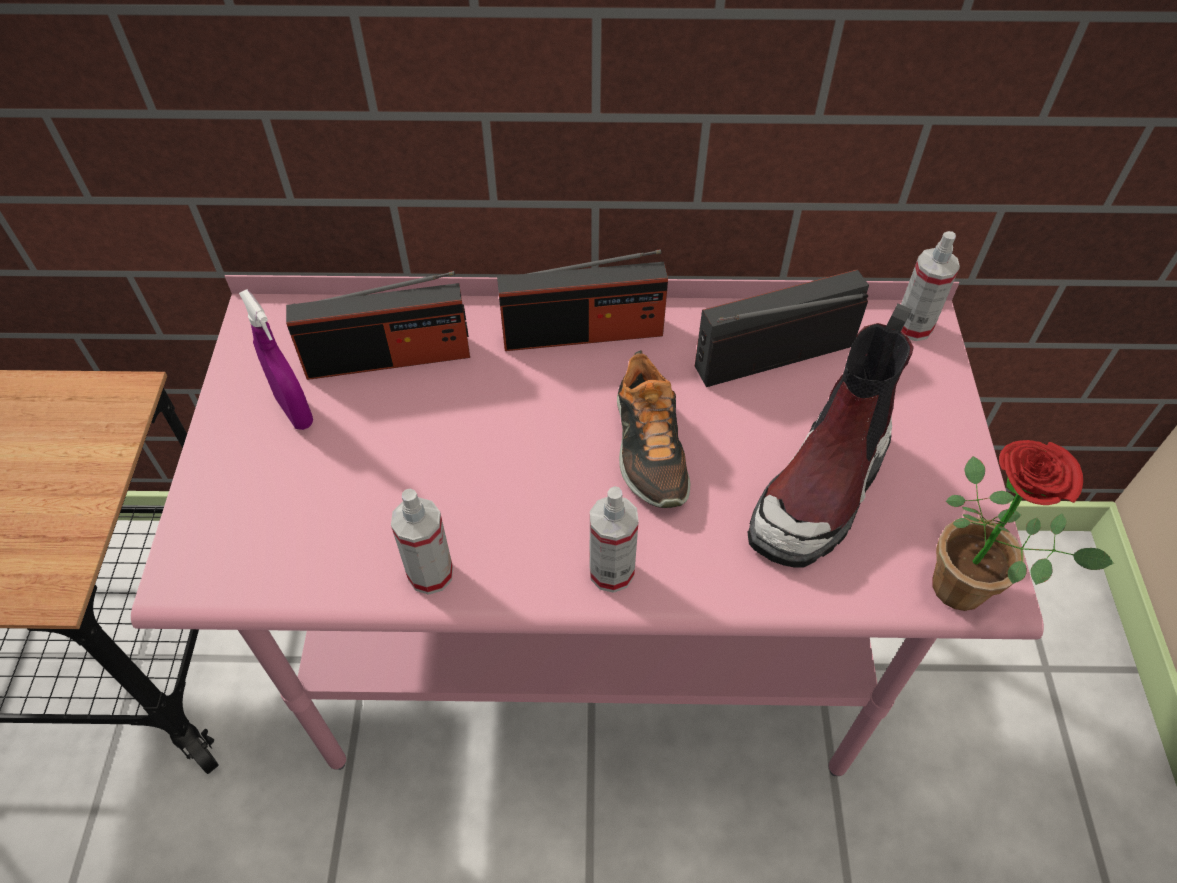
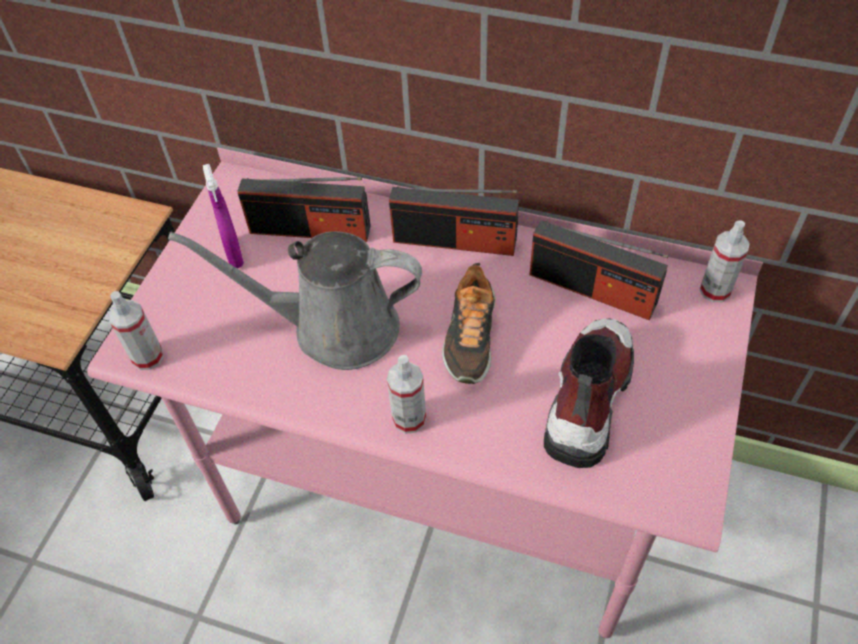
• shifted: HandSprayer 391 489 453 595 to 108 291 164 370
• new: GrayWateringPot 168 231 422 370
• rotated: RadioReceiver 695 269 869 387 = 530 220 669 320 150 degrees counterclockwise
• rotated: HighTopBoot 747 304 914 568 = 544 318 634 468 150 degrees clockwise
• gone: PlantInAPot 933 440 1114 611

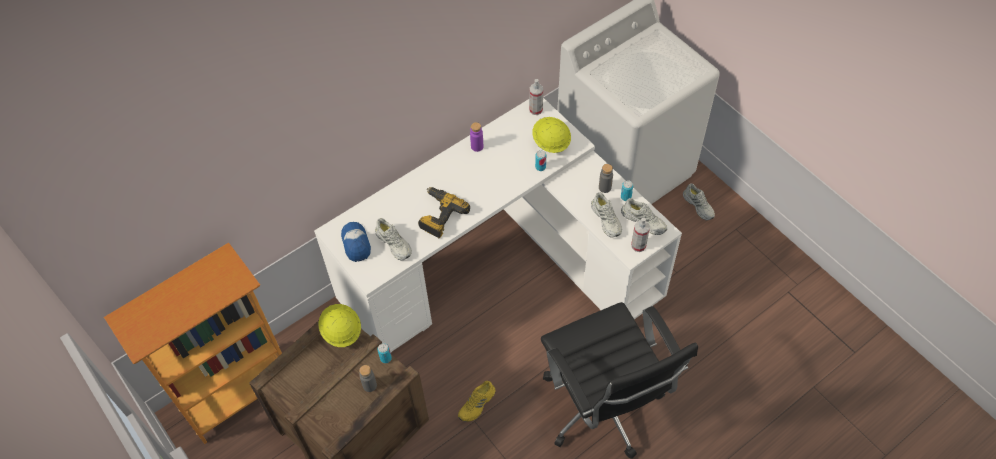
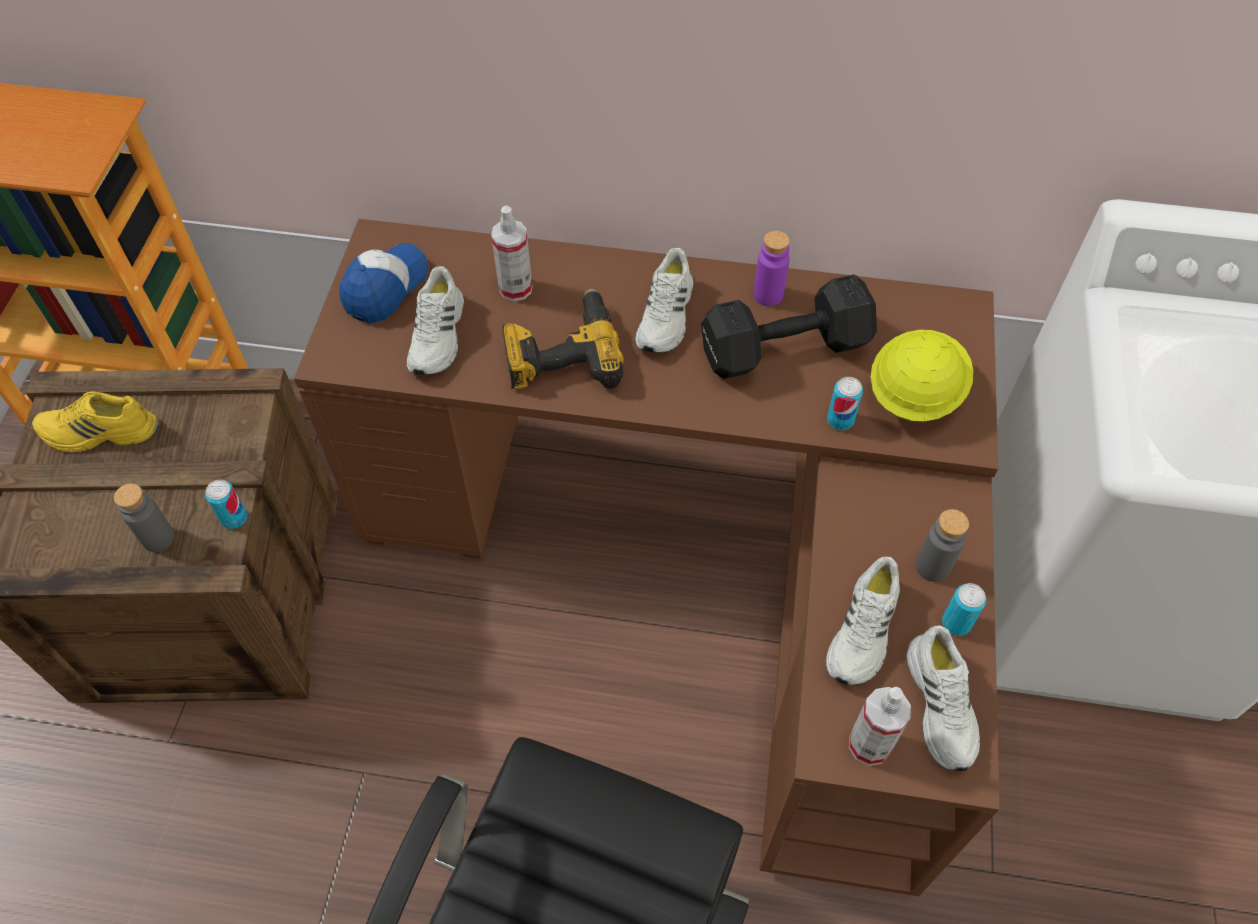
• shifted: YellowishShoe 458 381 495 422 to 32 391 159 453
• repainted: WhiteDesk 314 98 682 352 to BrownishDesk 294 219 1000 896
• shifted: HandSprayer 529 79 543 115 to 491 206 532 301
• shifted: WhiteShoe 683 183 715 220 to 635 248 693 353
• new: BlackColouredDumbbell 701 274 877 379
• gone: YellowishSafetyHelmet 318 304 361 347

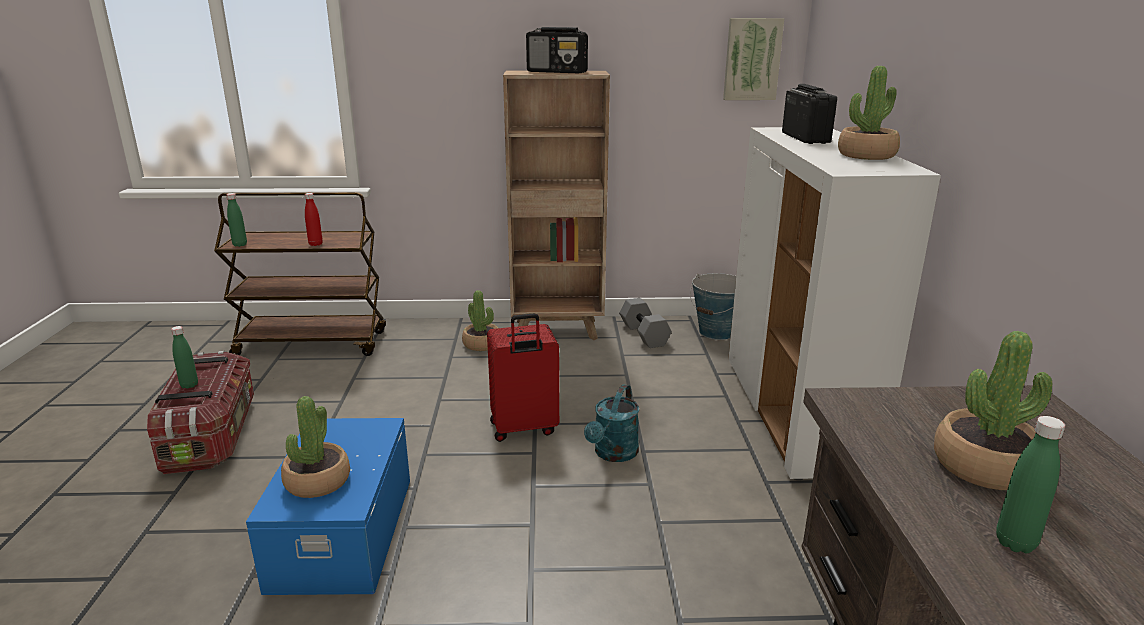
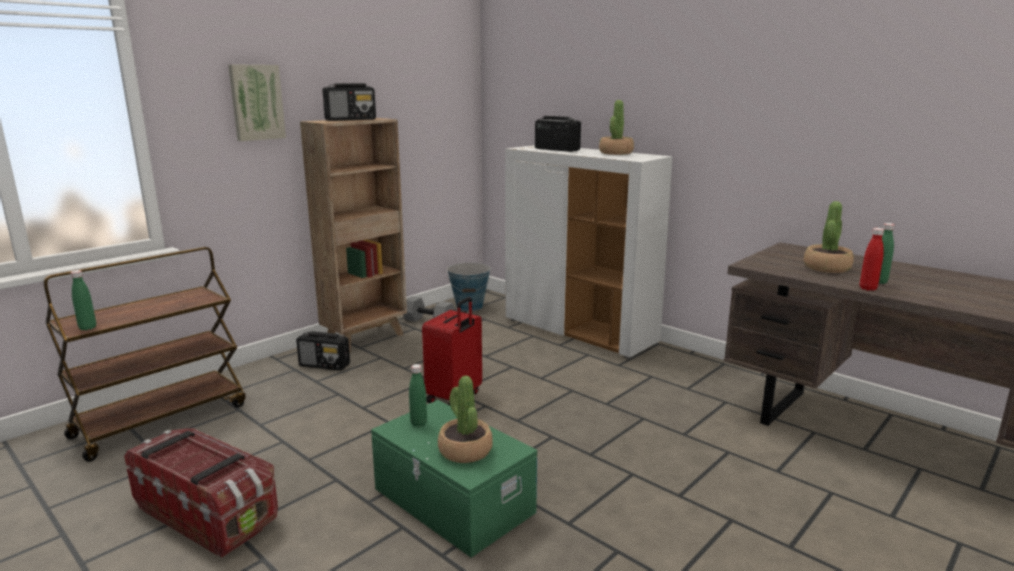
• shifted: Picture 723 18 785 100 to 228 64 286 141
• swapped: PlantInAPot 462 290 498 351 to RadioReceiver 296 331 350 371
• repainted: BlueColouredStorageBox 246 418 410 595 to GreenColouredStorageBox 371 400 537 558
• shifted: GreenColouredBeverageBottle 171 326 198 389 to 409 364 427 427
• shifted: RedBeverageBottle 305 193 323 246 to 860 228 884 291
• gone: BlueGreenWateringPot 584 384 639 462

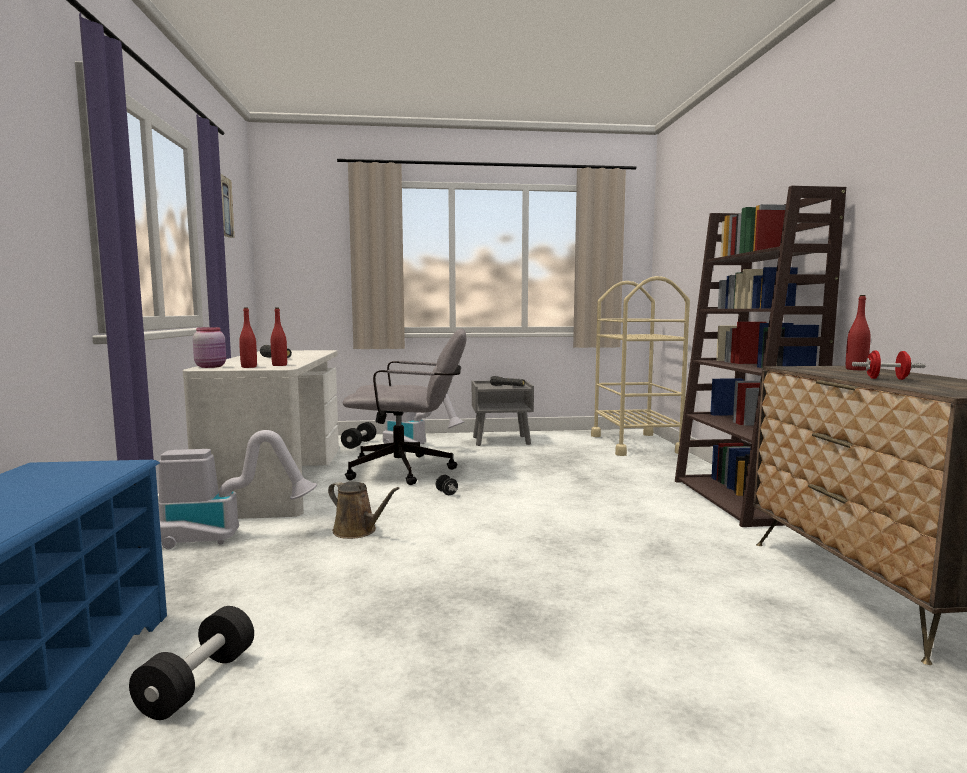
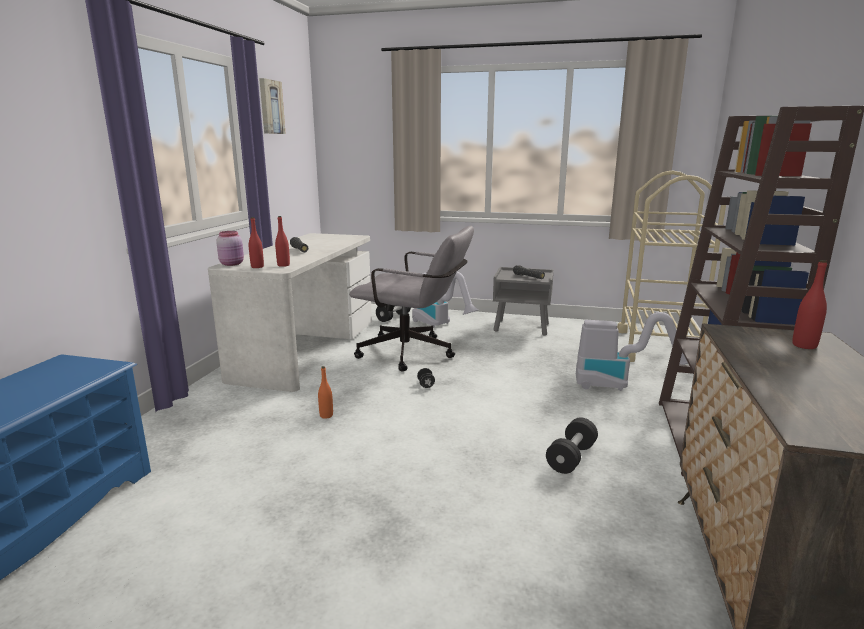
• swapped: BrownishWateringPot 328 481 400 539 to OrangeyBeverageBottle 318 366 333 419
• shifted: BlackColouredDumbbell 129 606 254 720 to 546 418 598 474
• shifted: Hoover 159 430 317 549 to 576 312 688 391
• gone: RedDumbbell 852 350 925 380

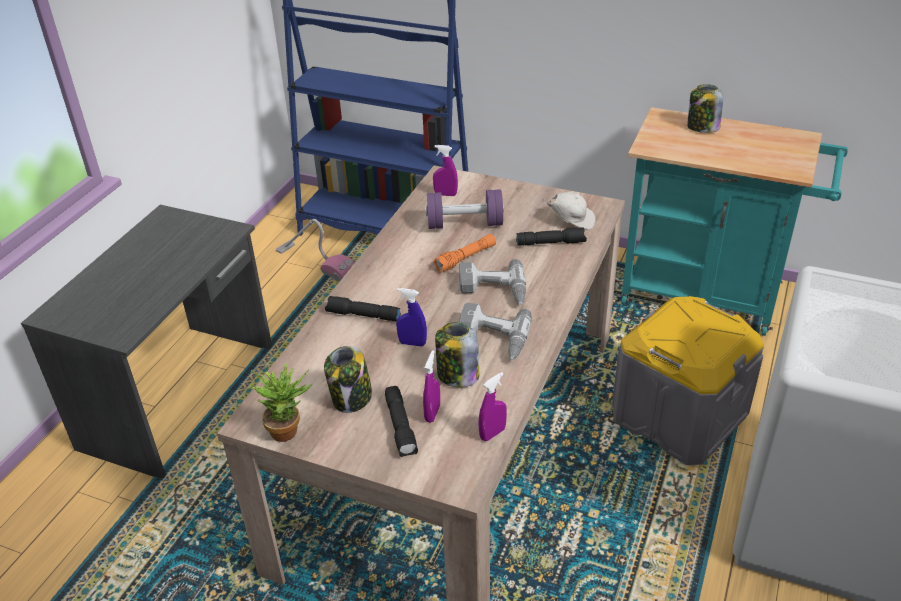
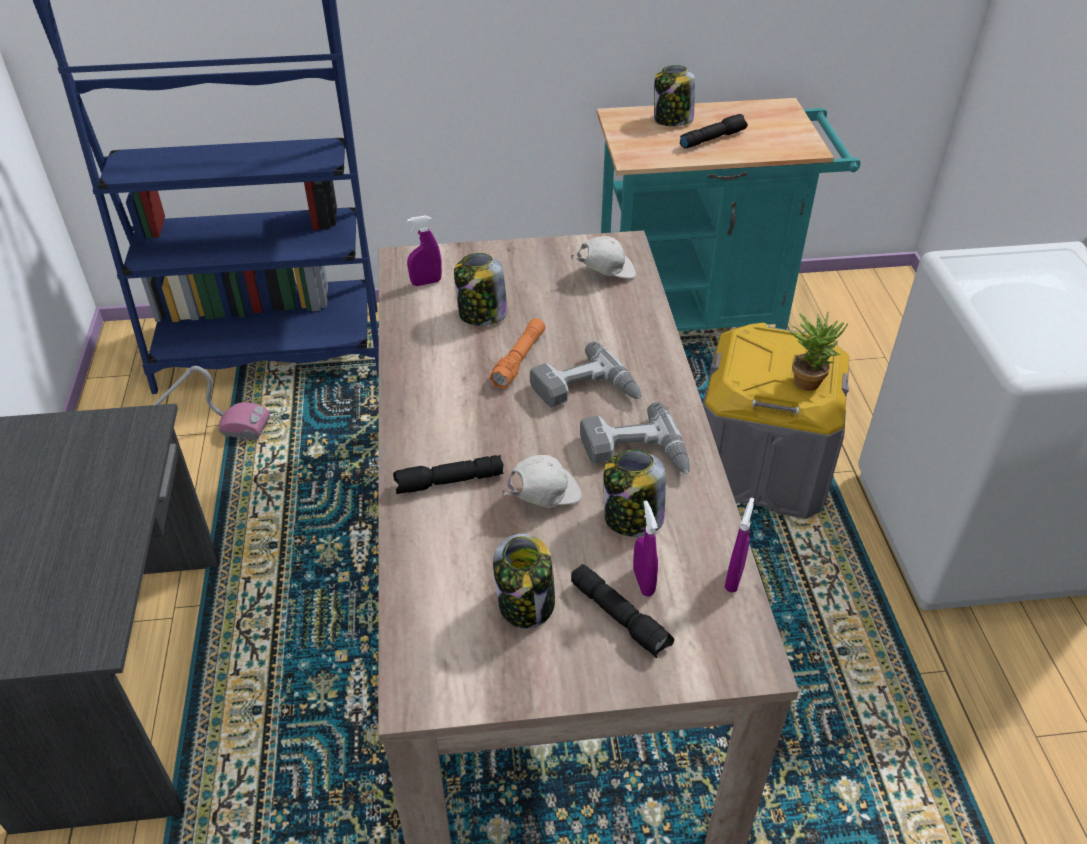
• swapped: PurpleDumbbell 425 189 504 229 to StorageJar 454 253 507 326
• swapped: BlueColouredHandSprayer 396 288 427 347 to WhiteBaseballCap 501 455 582 507
• shifted: BlackColouredHandTorch 516 227 587 246 to 680 114 748 148
• shifted: PlantInAPot 251 362 312 442 to 789 312 848 391

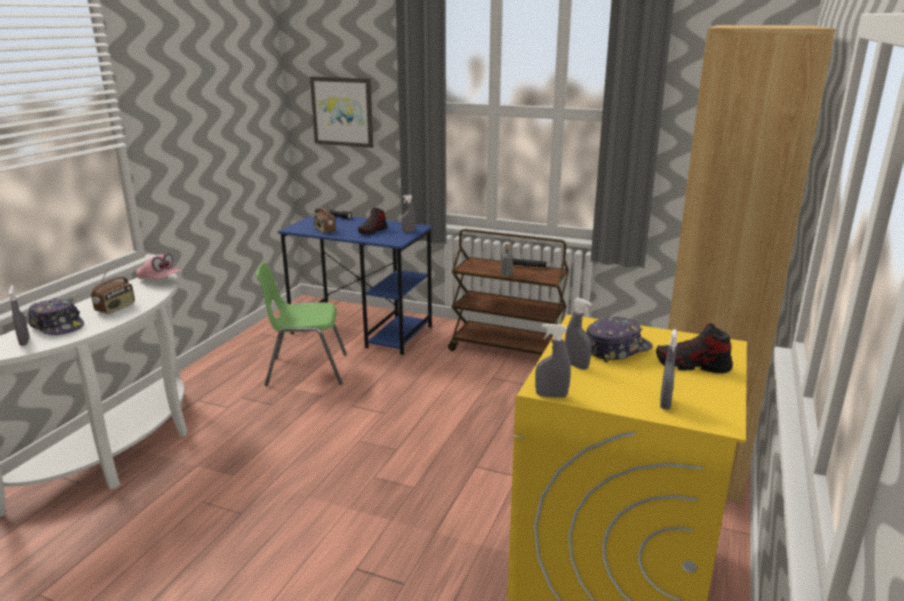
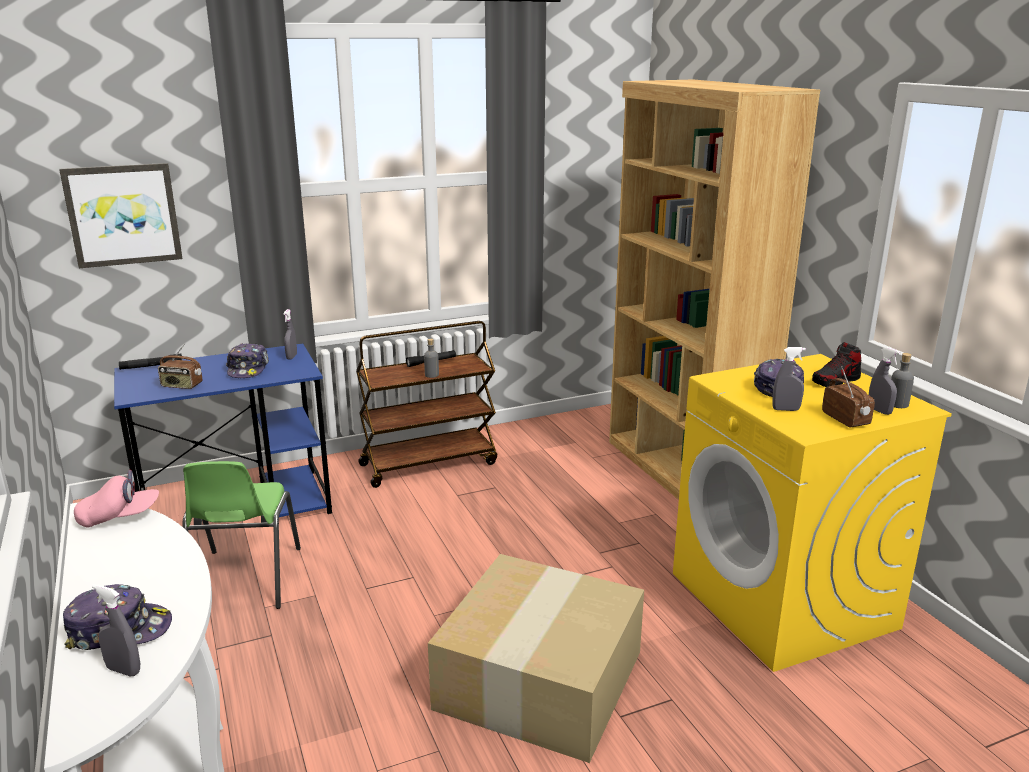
• rotated: GreenColouredChair 256 262 347 386 = 182 461 301 609 45 degrees counterclockwise
• swapped: Shoe 358 207 387 235 to BaseballCap 226 343 269 378
• new: CardboardBox 428 554 644 763
• shifted: RadioReceiver 91 266 135 314 to 822 366 875 428
• new: GrayBeverageBottle 891 353 914 408
• gone: GrayHandSprayer 535 324 571 398

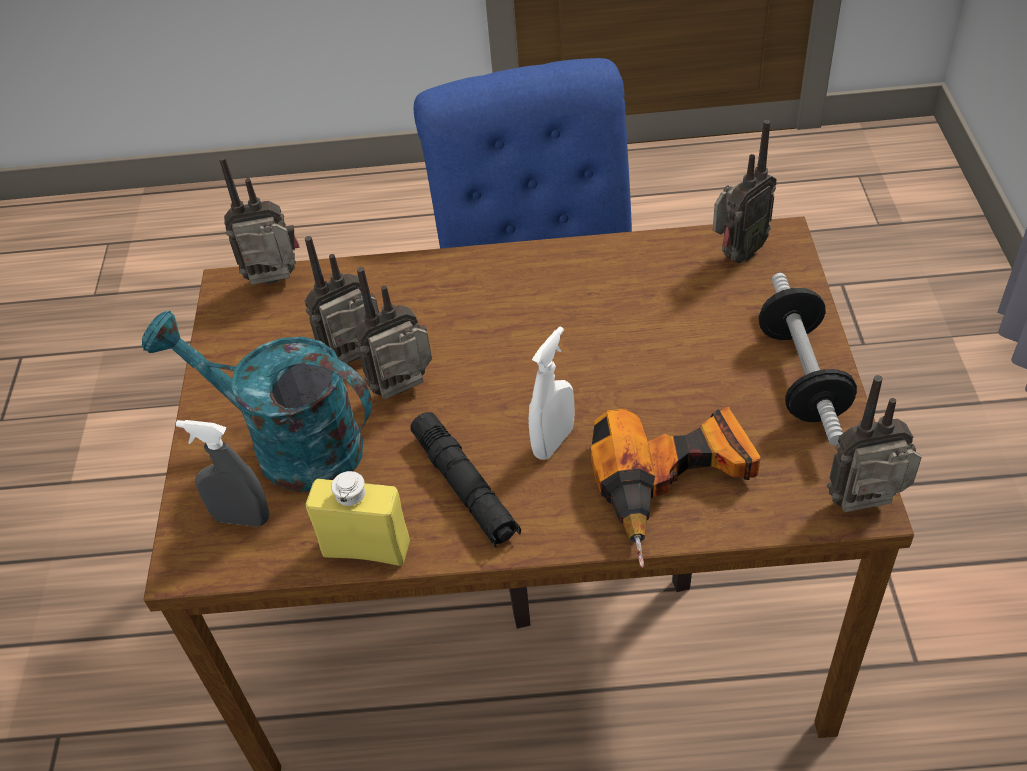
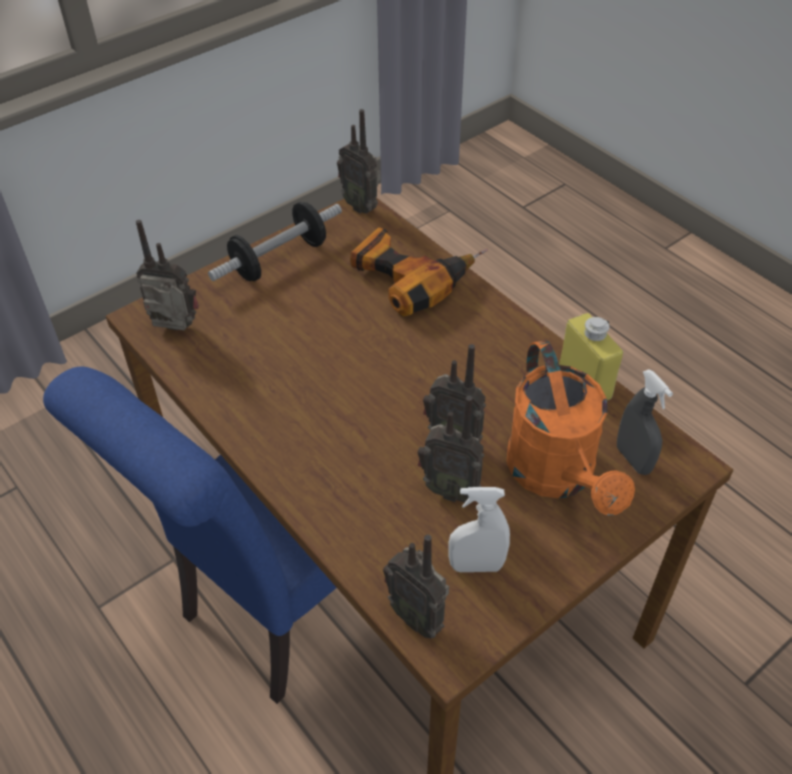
• shifted: WhiteHandSprayer 528 326 574 460 to 448 487 510 572
• repainted: BlueGreenWateringPot 142 311 372 492 to OrangeyWateringPot 507 340 635 515
• gone: BlackColouredHandTorch 410 412 521 547

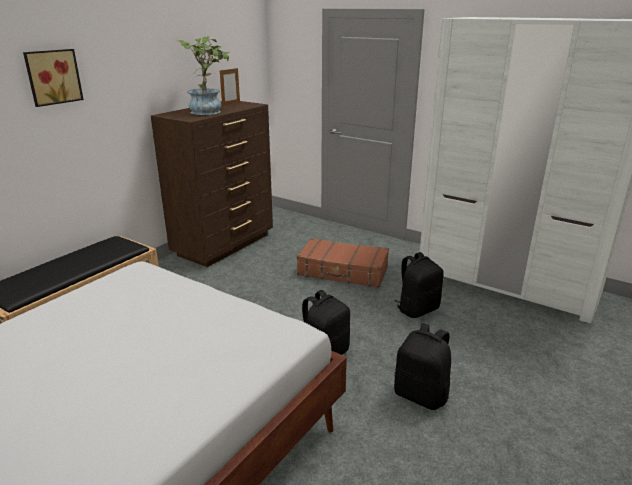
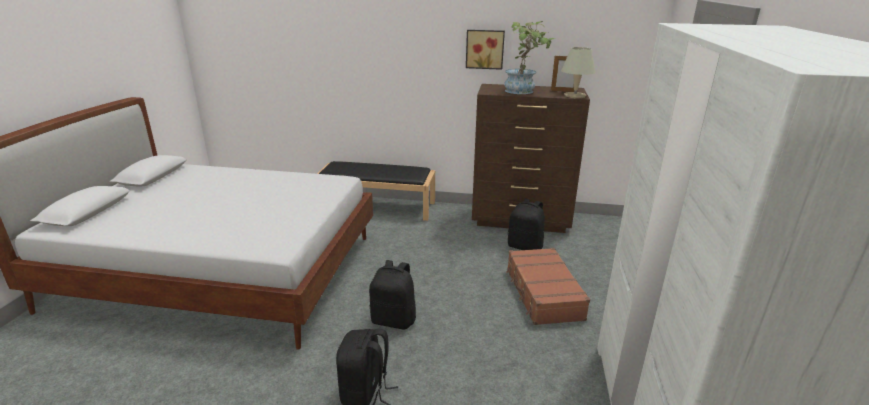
• shifted: Picture 23 49 84 107 to 466 30 505 70
• shifted: BlackColouredKnapsack 395 252 444 318 to 508 198 545 250
• new: BeigeTabletopLamp 561 47 596 98

